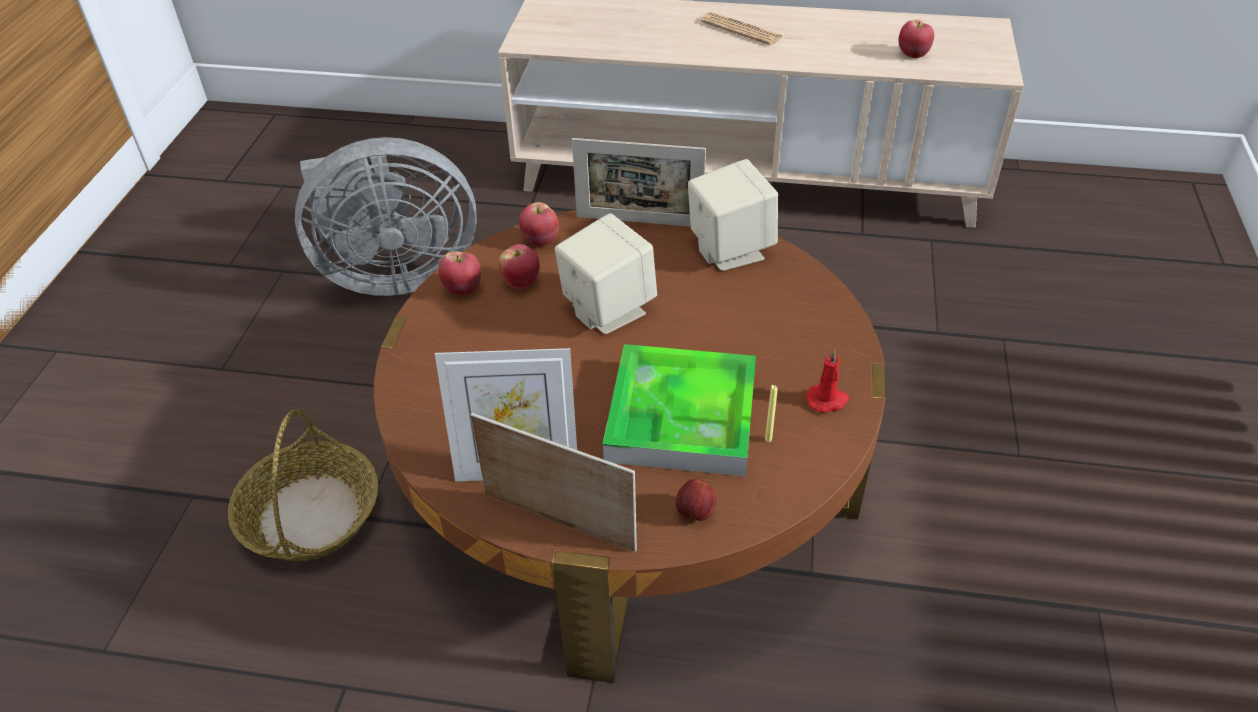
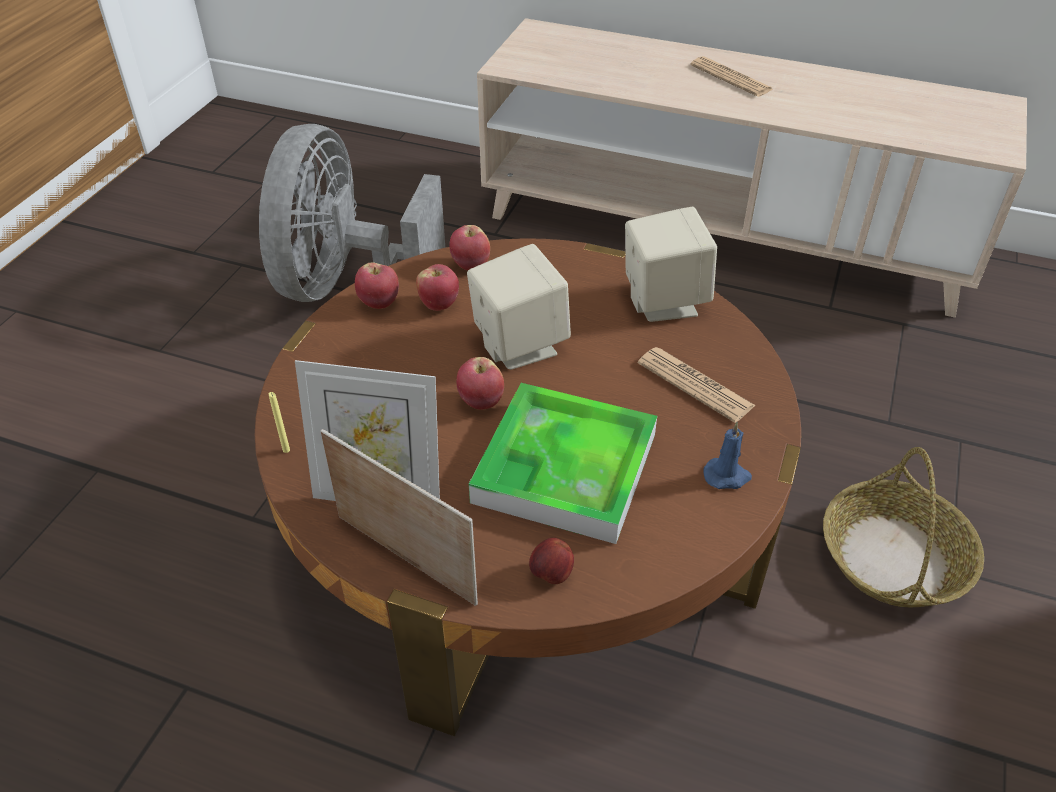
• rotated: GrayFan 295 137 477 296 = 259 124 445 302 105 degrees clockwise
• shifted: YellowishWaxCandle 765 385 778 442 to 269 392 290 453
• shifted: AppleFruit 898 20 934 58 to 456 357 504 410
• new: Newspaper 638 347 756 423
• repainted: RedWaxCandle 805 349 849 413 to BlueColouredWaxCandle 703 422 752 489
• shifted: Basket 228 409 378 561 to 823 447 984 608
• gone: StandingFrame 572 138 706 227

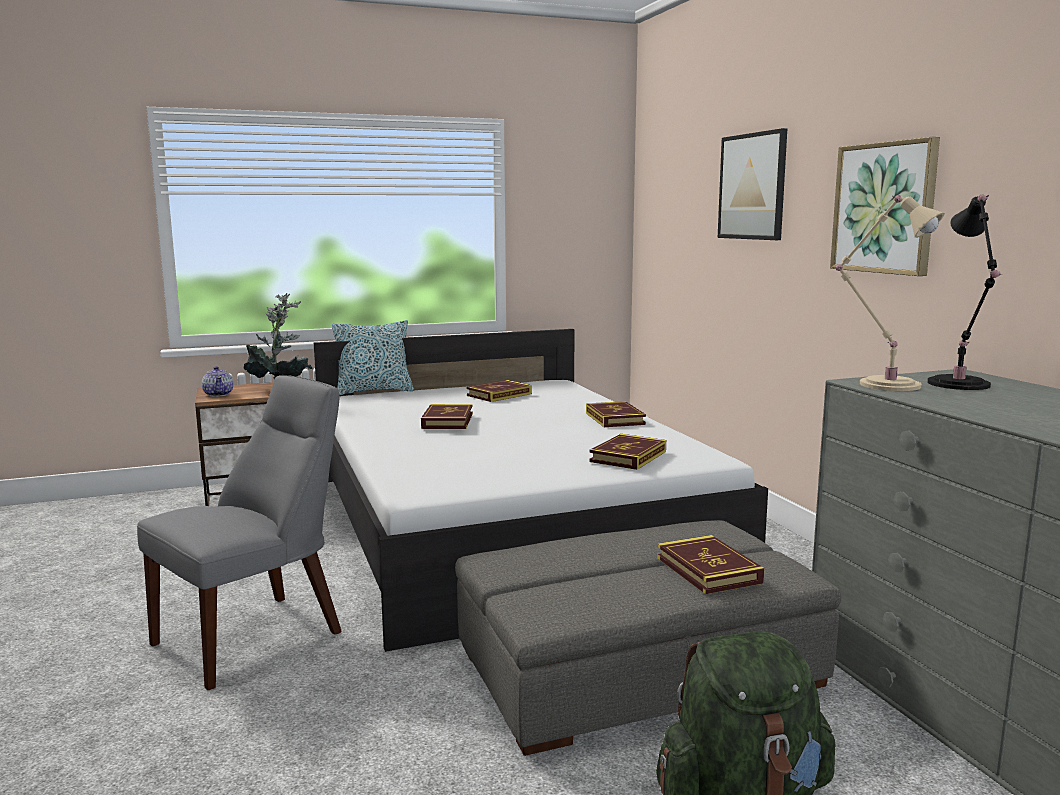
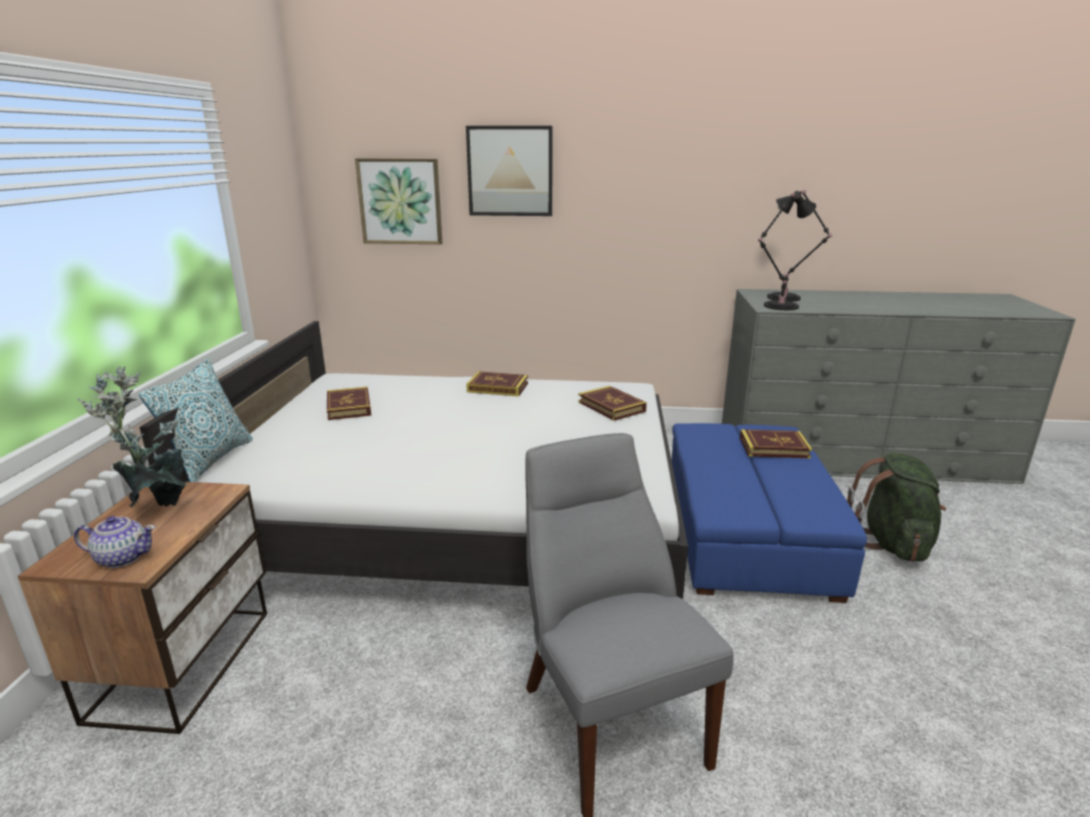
• shifted: Picture 830 137 940 276 to 355 158 442 244
• repainted: GrayOttoman 455 520 841 756 to BlueColouredOttoman 672 423 867 603
• repainted: BeigeTabletopLamp 833 195 945 391 to BlackColouredTabletopLamp 758 193 816 310
• gone: Book 421 404 473 429

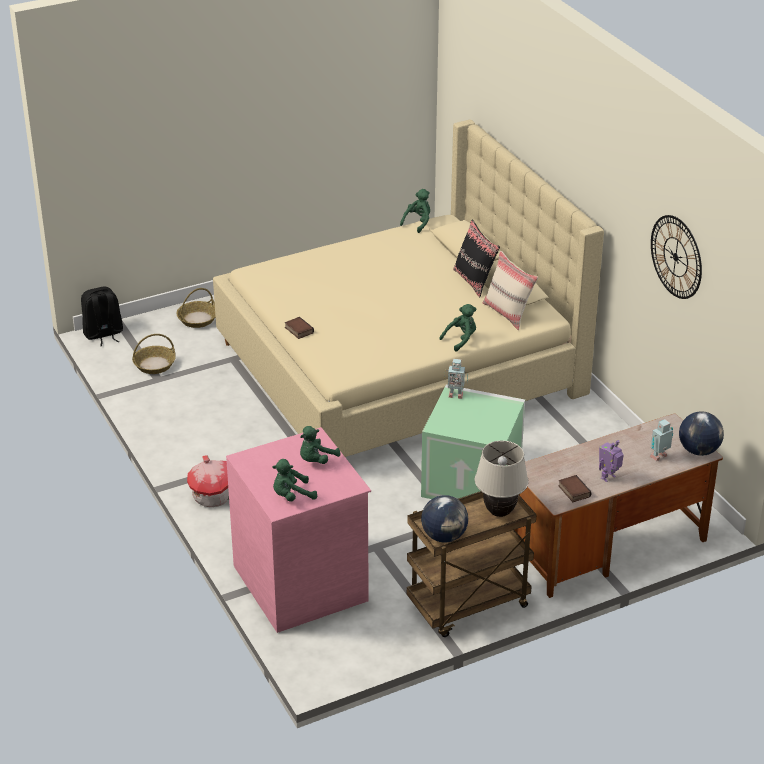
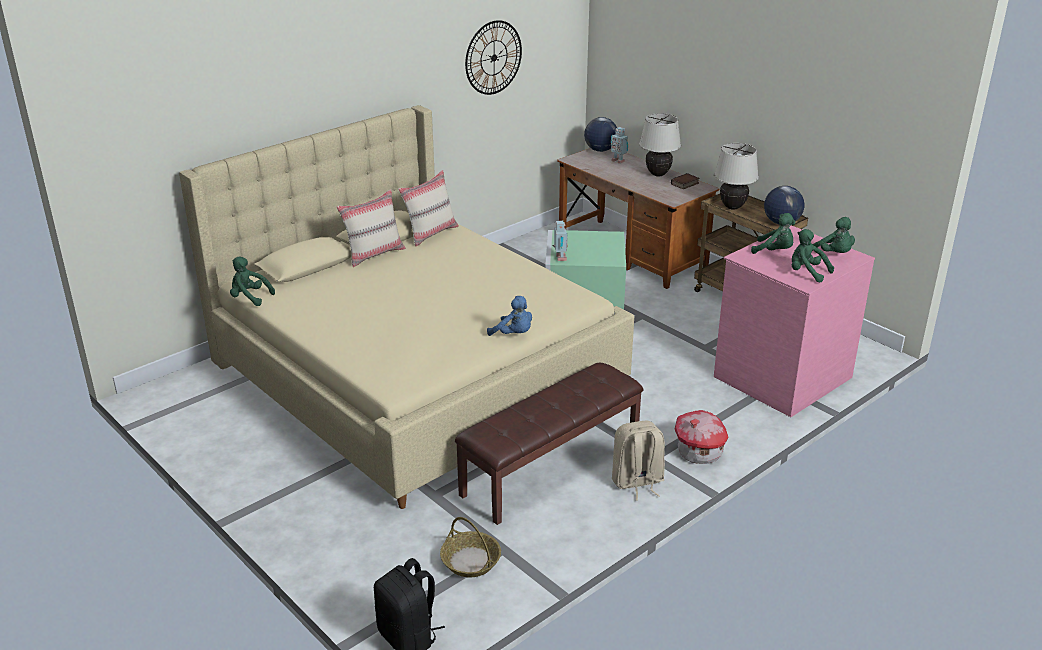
• repainted: BlackColouredThrowPillow 453 220 500 298 to BeigeThrowPillow 336 189 406 267
• new: BrownishLongSeat 455 363 644 525
• swapped: Book 285 317 314 339 to BlueColouredPlushToy 487 296 532 336
• new: BeigeKnapsack 612 421 665 501
• swapped: RobotFigure 599 440 624 482 to BeigeTabletopLamp 639 113 681 177
• shifted: GreenColouredPlushToy 440 304 477 352 to 792 229 834 282
• gone: Basket 176 288 216 328

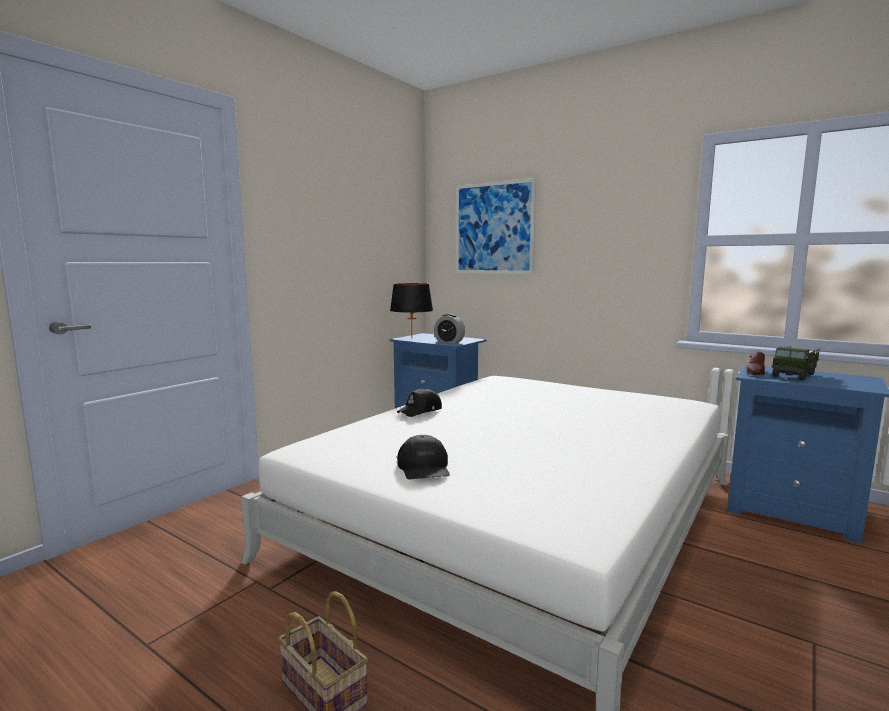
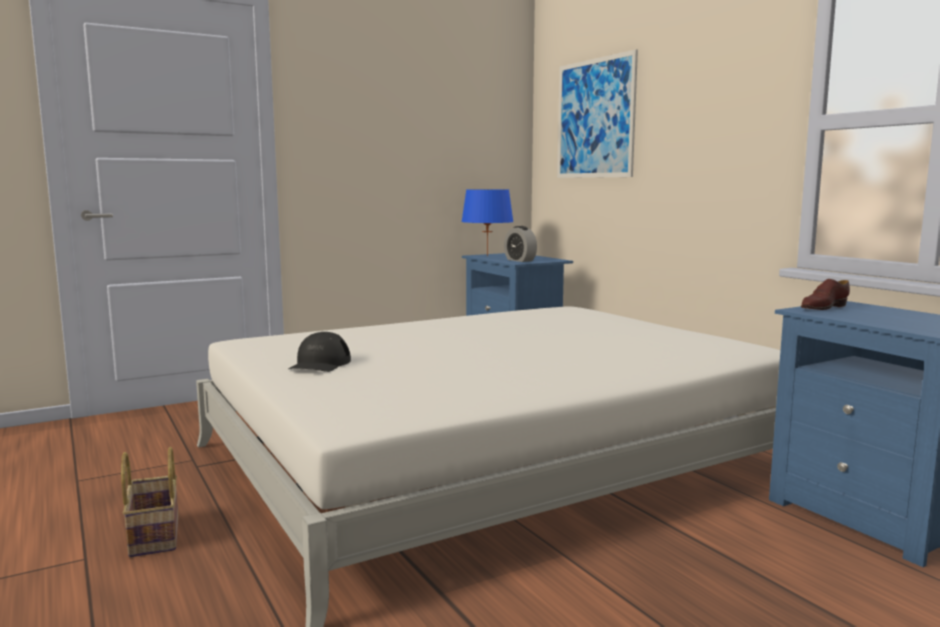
• repainted: BlackColouredTabletopLamp 390 283 433 331 to BlueColouredTabletopLamp 461 189 514 256
• gone: BlackColouredBaseballCap 397 388 442 417
• gone: ToyLorry 772 347 820 380

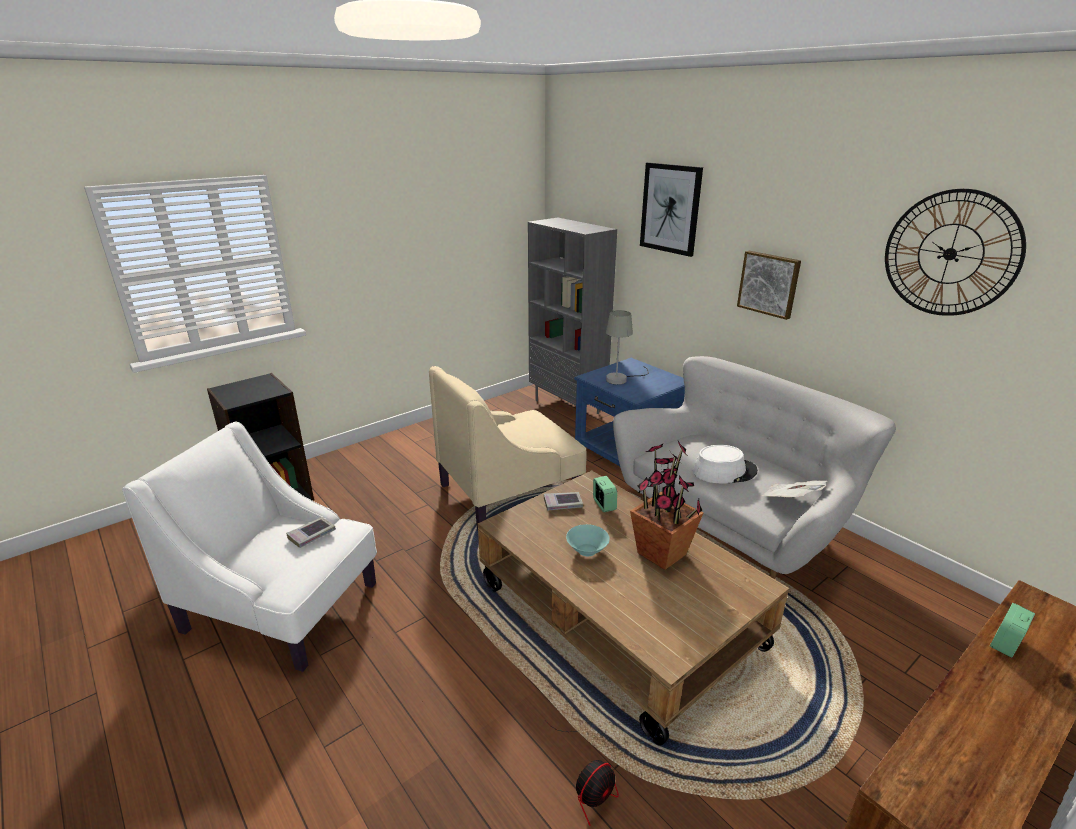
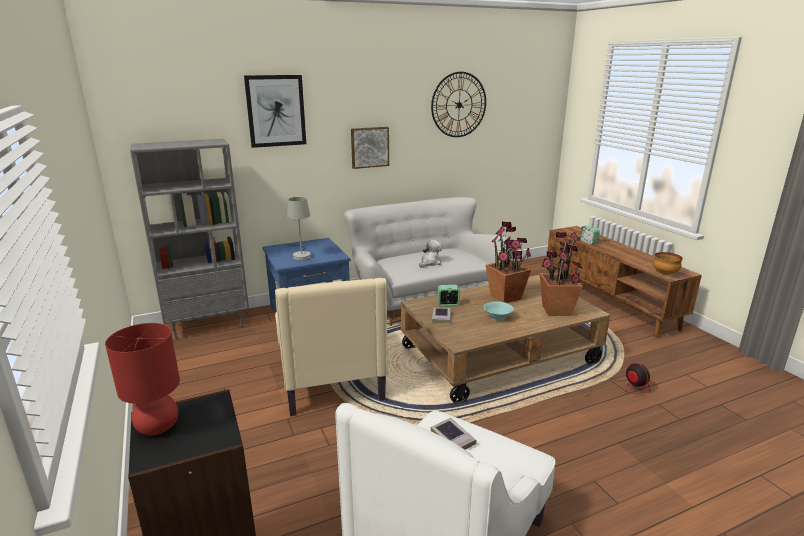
• new: RedTabletopLamp 105 323 180 435
• swapped: WhiteHat 693 445 758 483 to PlushToy 419 240 442 268
• new: PlantInAPot 540 232 583 316
• new: DeepDish 653 252 683 275
• gone: Newspaper 761 481 827 497

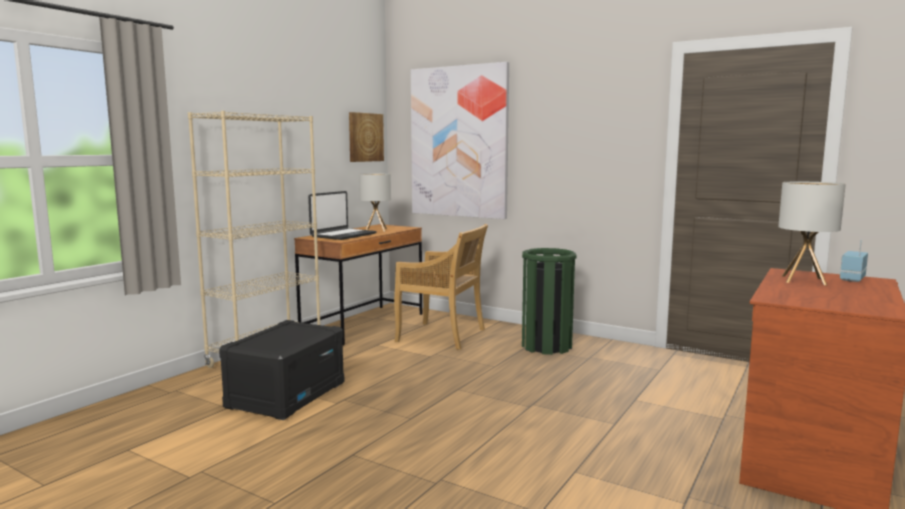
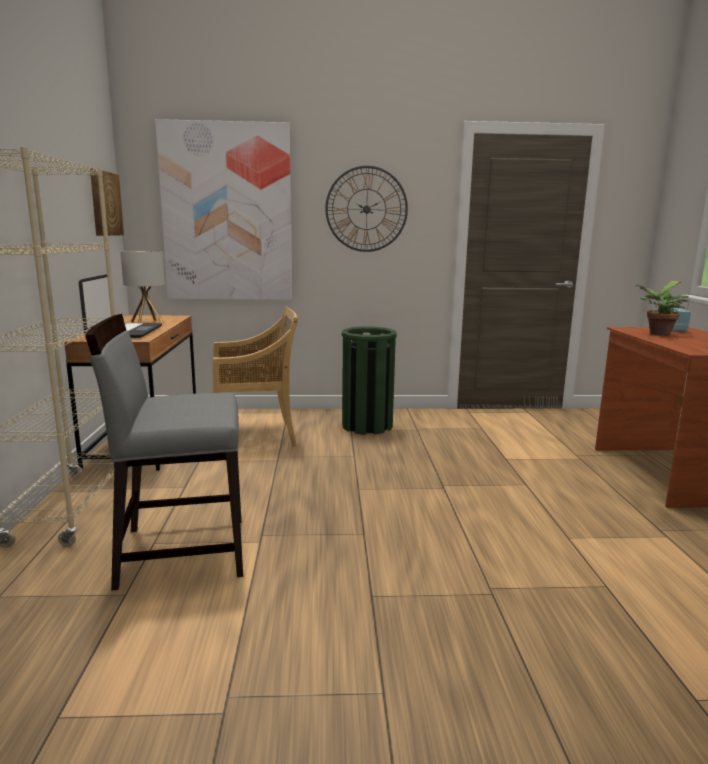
• swapped: BlackColouredStorageBox 219 320 344 420 to GrayChair 85 314 243 591
• new: WallClock 325 166 408 252
• swapped: TabletopLamp 778 182 846 285 to PlantInAPot 636 281 689 336

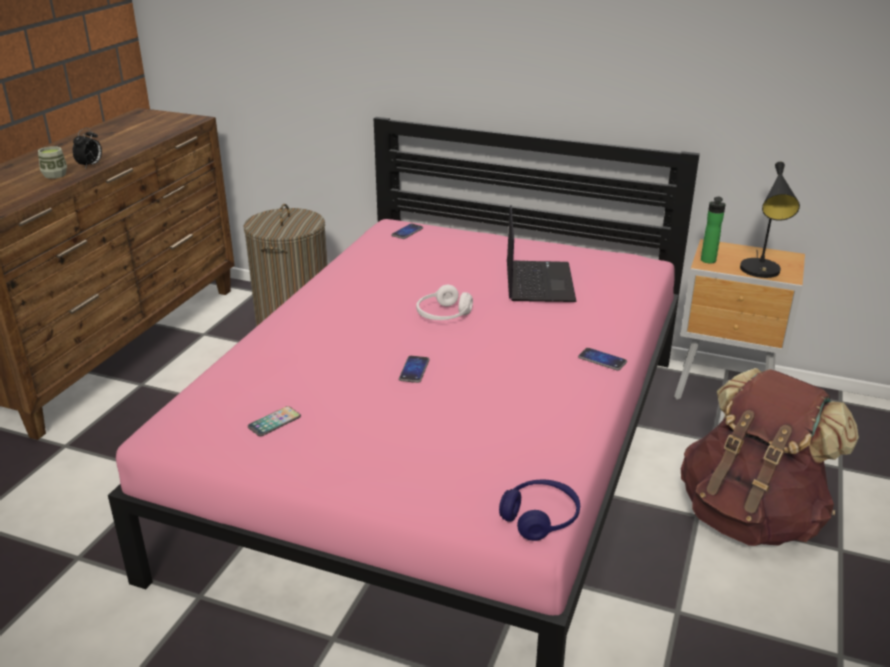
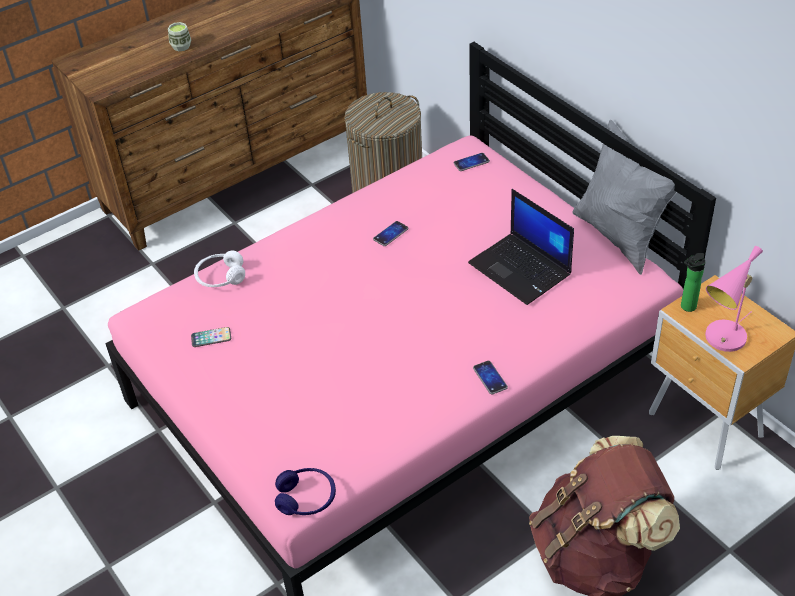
• shifted: WhitePairOfHeadphones 416 285 473 320 to 194 250 245 287
• shifted: Handset 399 356 429 383 to 373 221 409 246
• rotated: PortableComputer 507 205 577 302 = 468 189 574 305 105 degrees clockwise
• new: GrayThrowPillow 572 120 686 275
• repainted: BlackColouredTabletopLamp 740 162 800 278 to PinkColouredTabletopLamp 705 246 763 352
• gone: TableClock 73 128 102 169

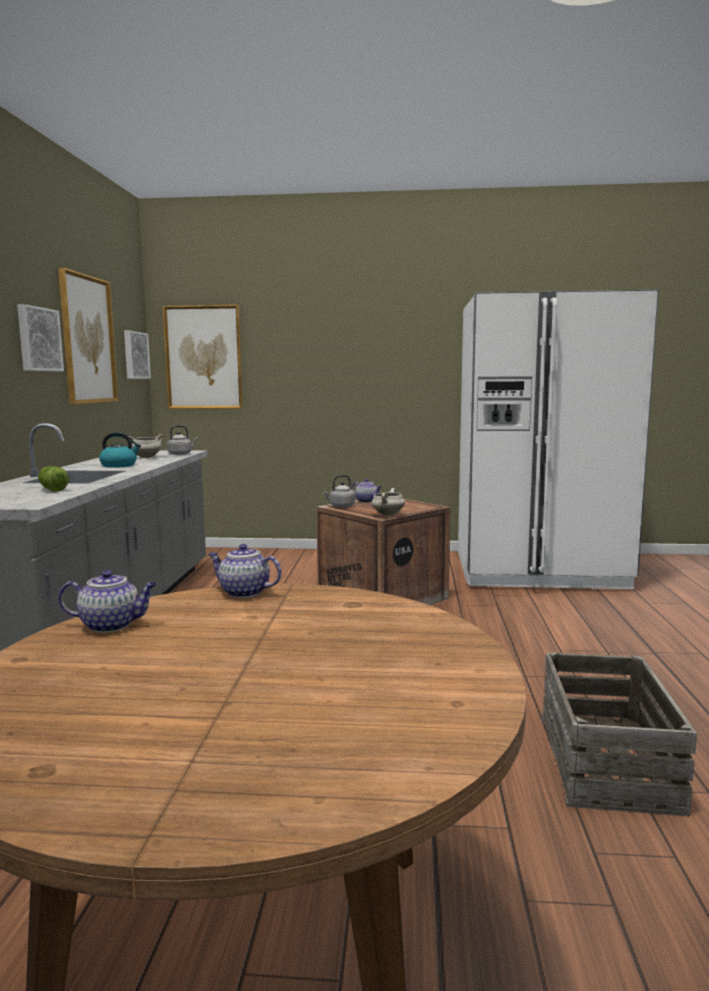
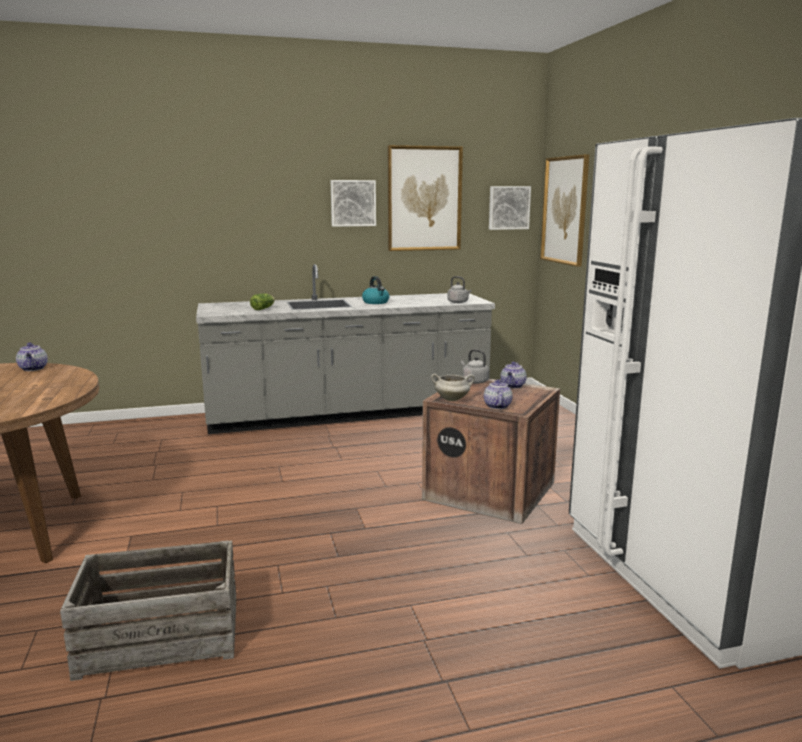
• shifted: Teapot 208 544 282 598 to 484 380 513 409
• gone: WhiteStockpot 126 434 164 458

